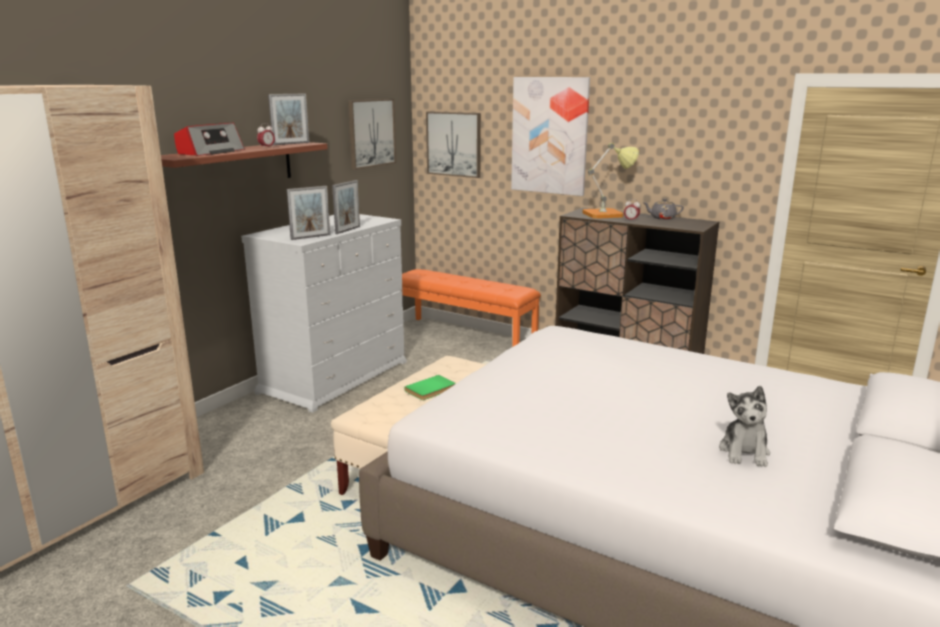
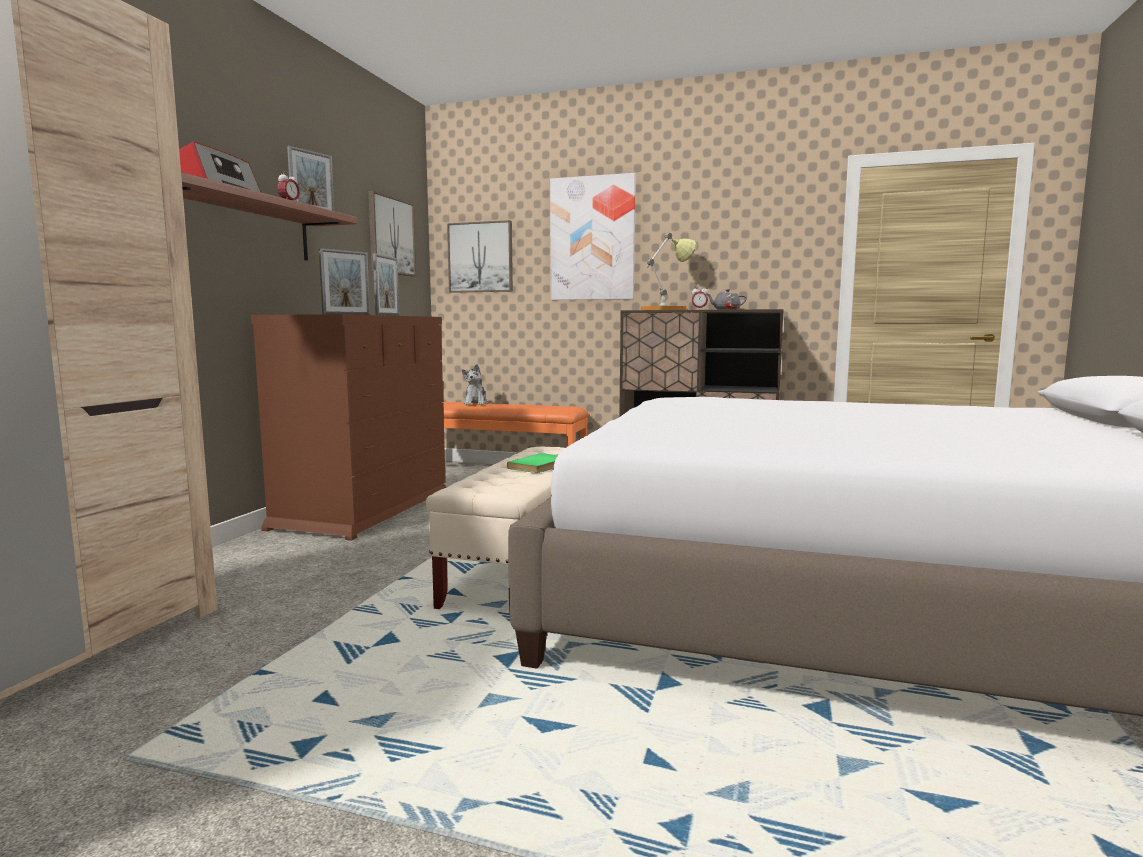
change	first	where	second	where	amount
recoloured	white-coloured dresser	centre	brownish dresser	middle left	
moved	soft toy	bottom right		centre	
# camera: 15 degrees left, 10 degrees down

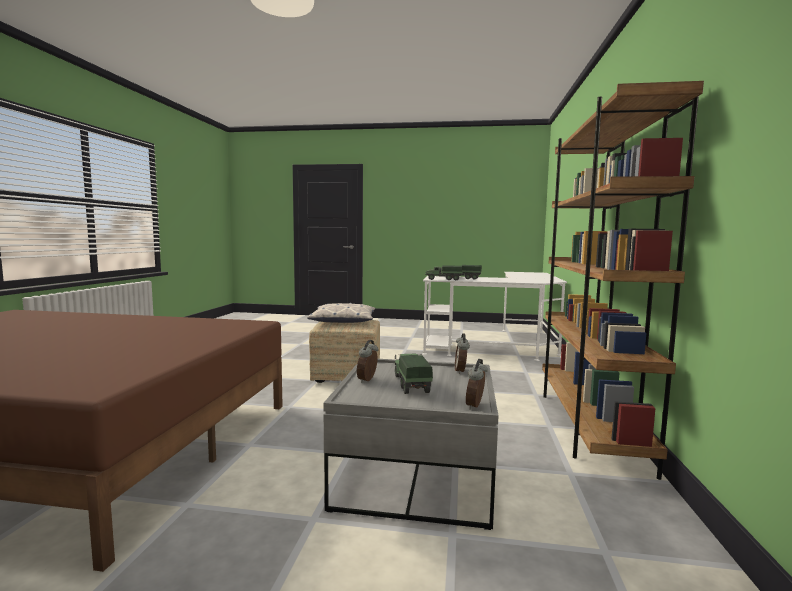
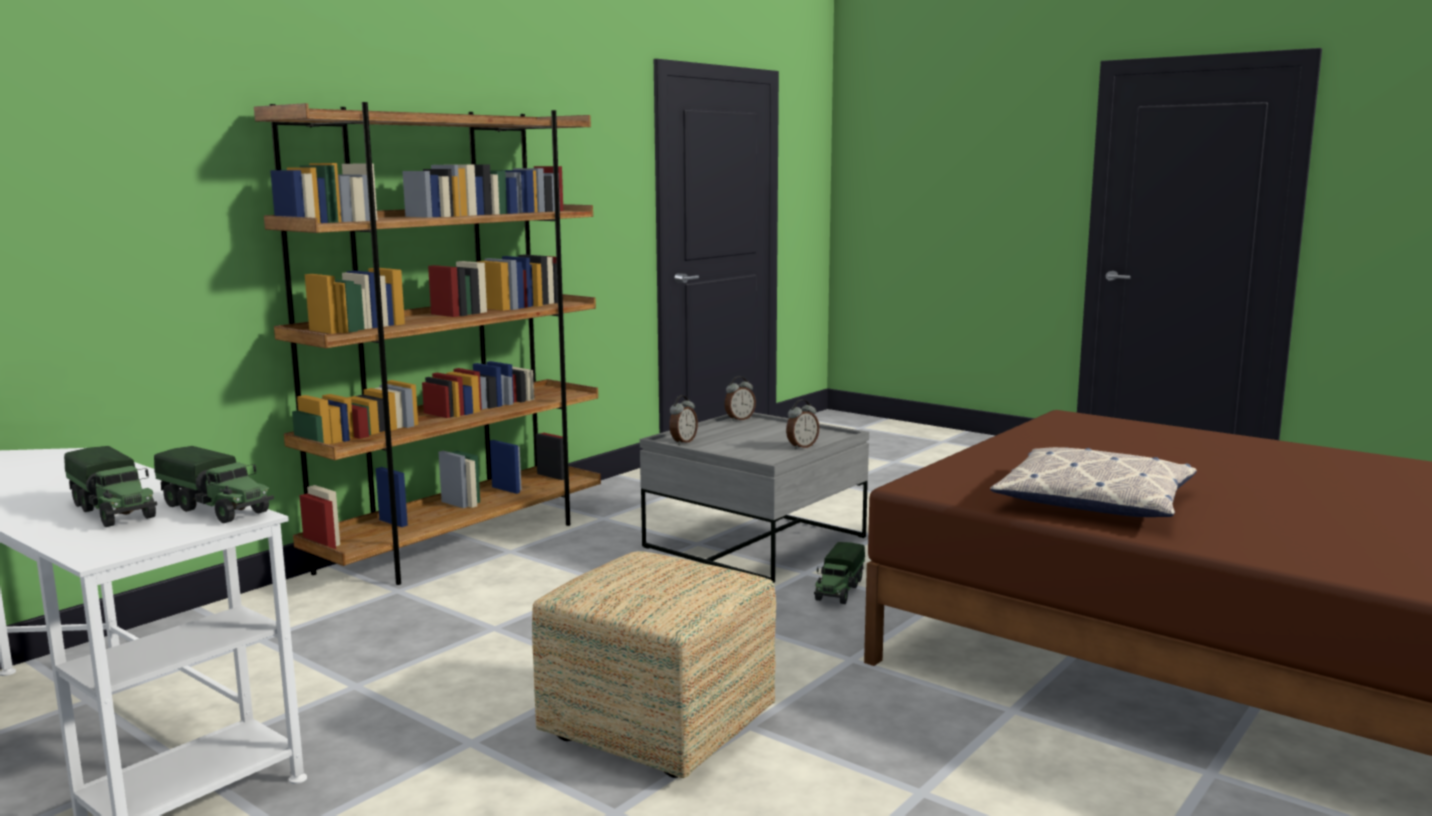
change	first	where	second	where	amount
moved	toy truck (1st from left in the first image)	centre	toy truck (3rd from left)	bottom centre	
moved	pillow	centre		middle right	
# camera: 150 degrees left, 5 degrees up

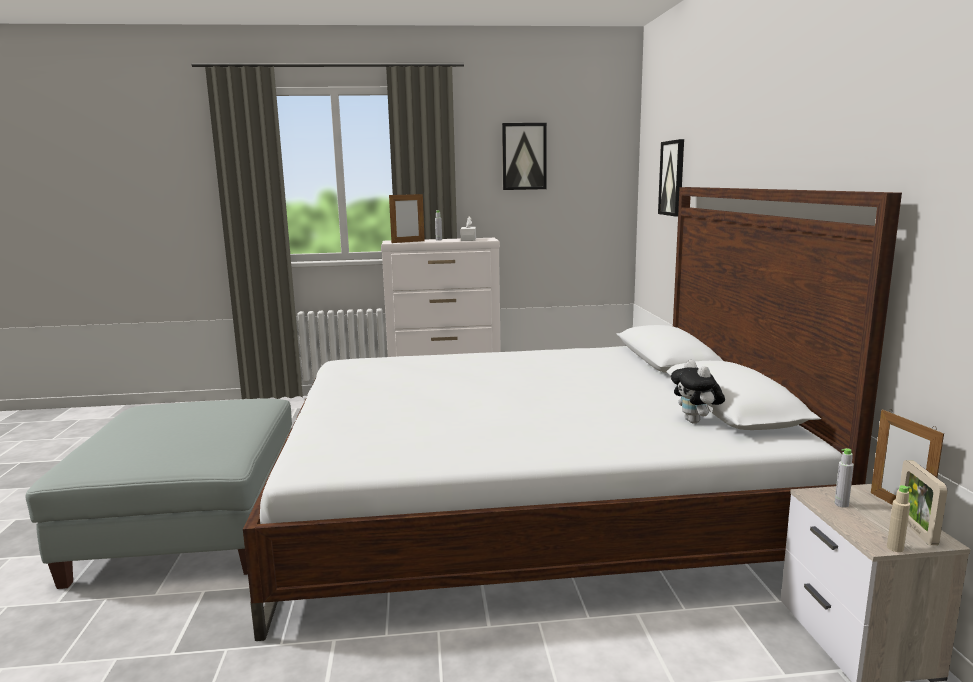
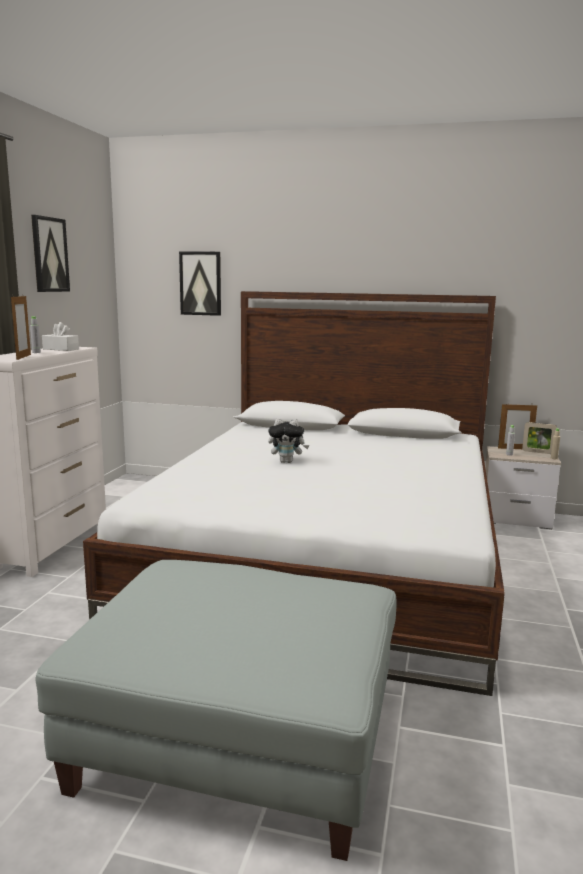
change	first	where	second	where	amount
moved	soft toy	middle right		centre	
# camera: 70 degrees left, 0 degrees up

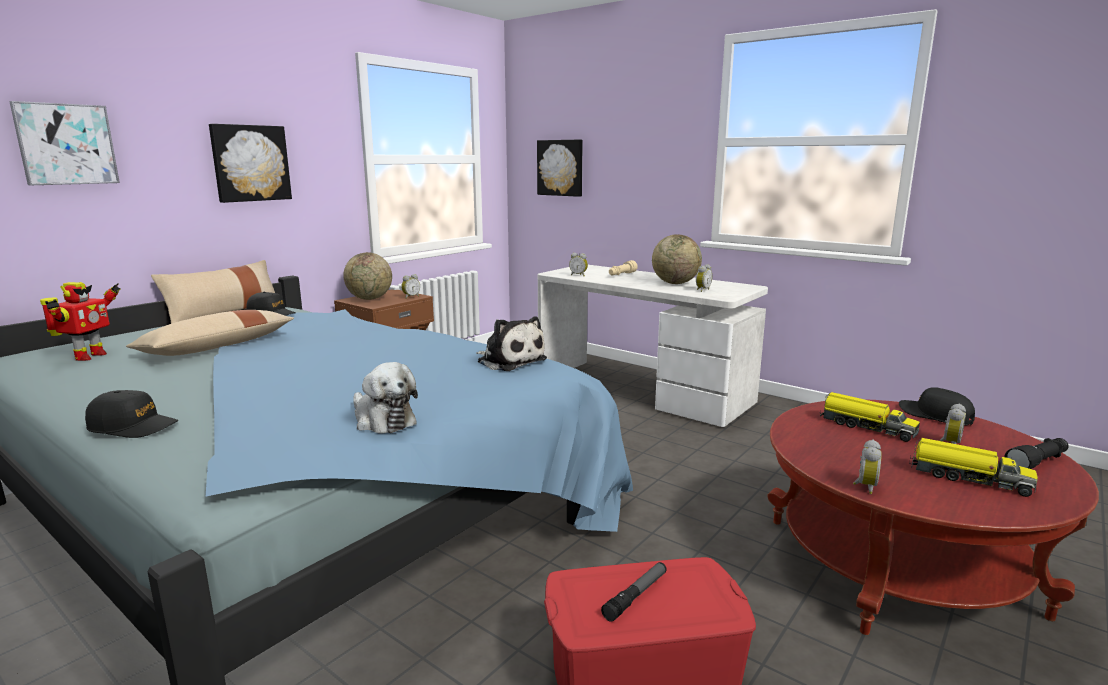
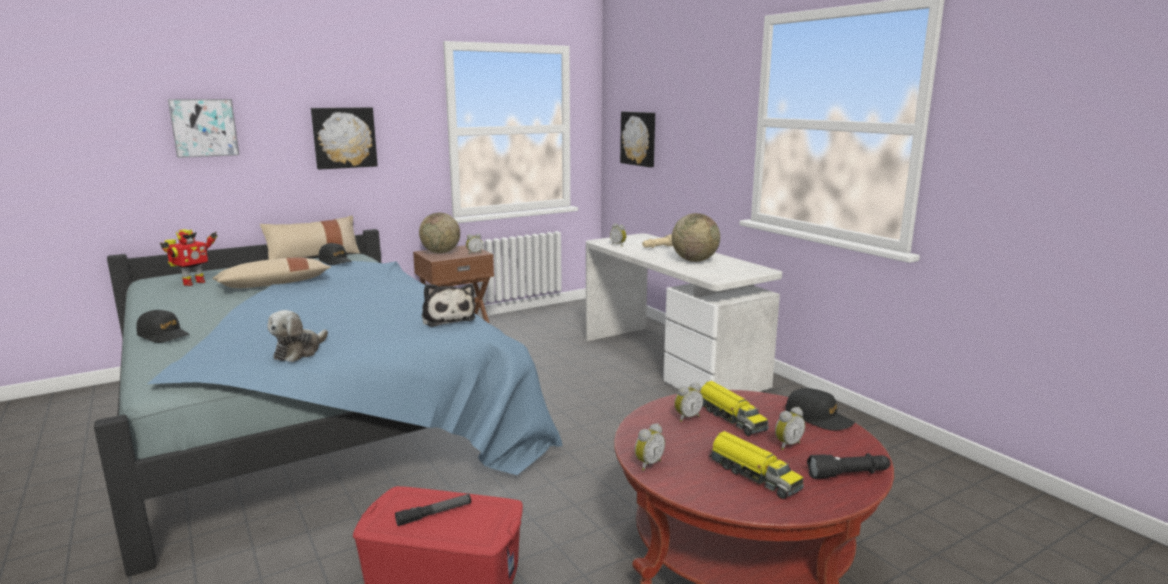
change	first	where	second	where	amount
turned	soft toy (1st from left)	centre		middle left	45 degrees clockwise
moved	table clock (3rd from left in the first image)	centre	table clock (4th from left)	bottom centre	
turned	black peaked cap (3rd from left)	middle right		bottom right	150 degrees clockwise
# camera: 20 degrees right, 0 degrees up

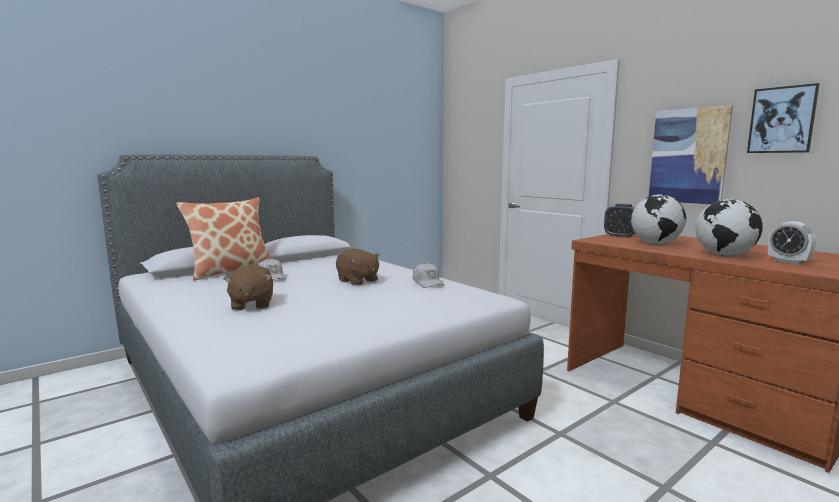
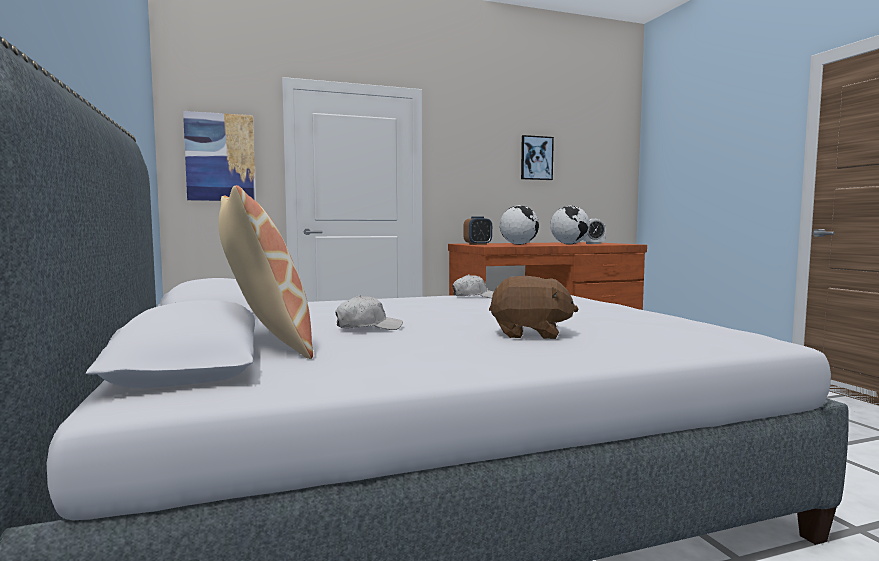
change	first	where	second	where	amount
moved	wall picture (1st from left)	top right		top left	
removed	brownish soft toy (2nd from left)	centre			
# camera: 70 degrees left, 5 degrees down

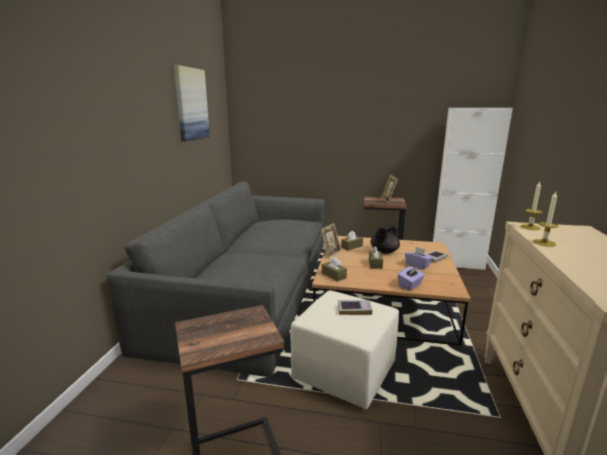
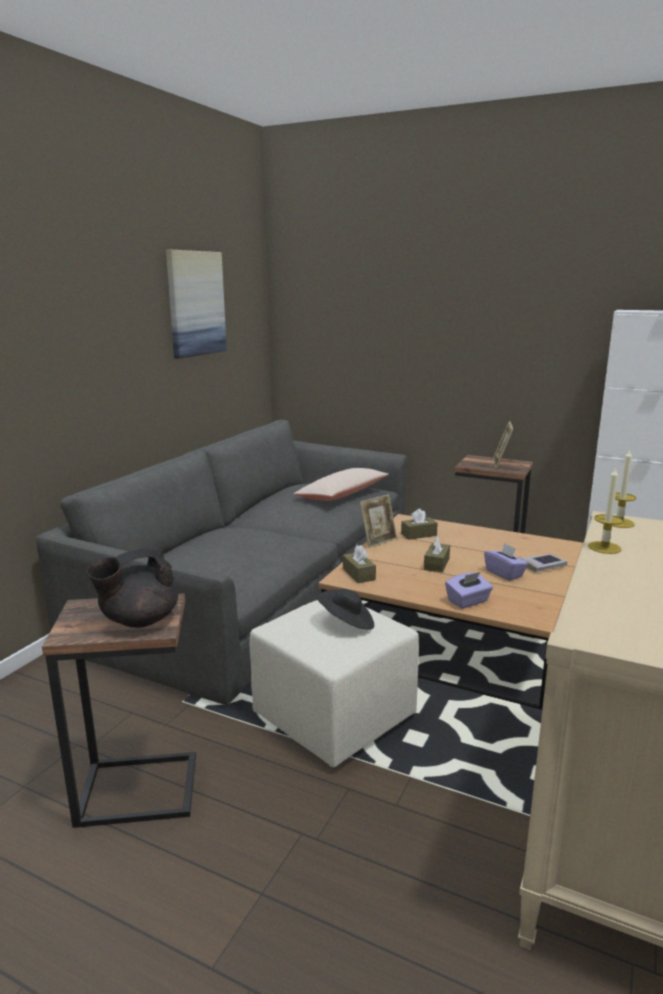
change	first	where	second	where	amount
moved	black tea pot	centre		middle left	
added			beige pillow	centre	
replaced	volume (1st from left)	bottom centre	black hat	centre	
# camera: 15 degrees right, 0 degrees up

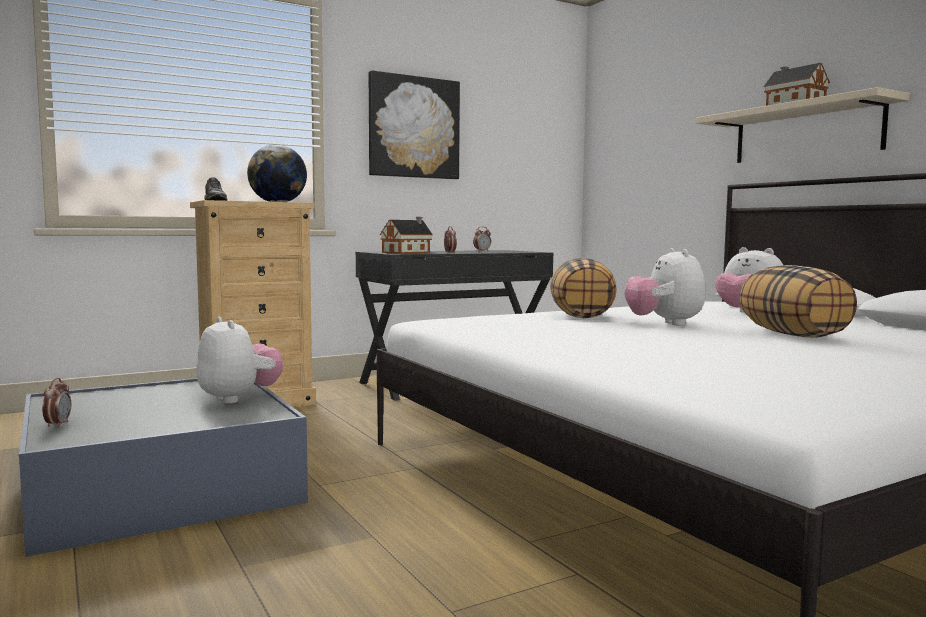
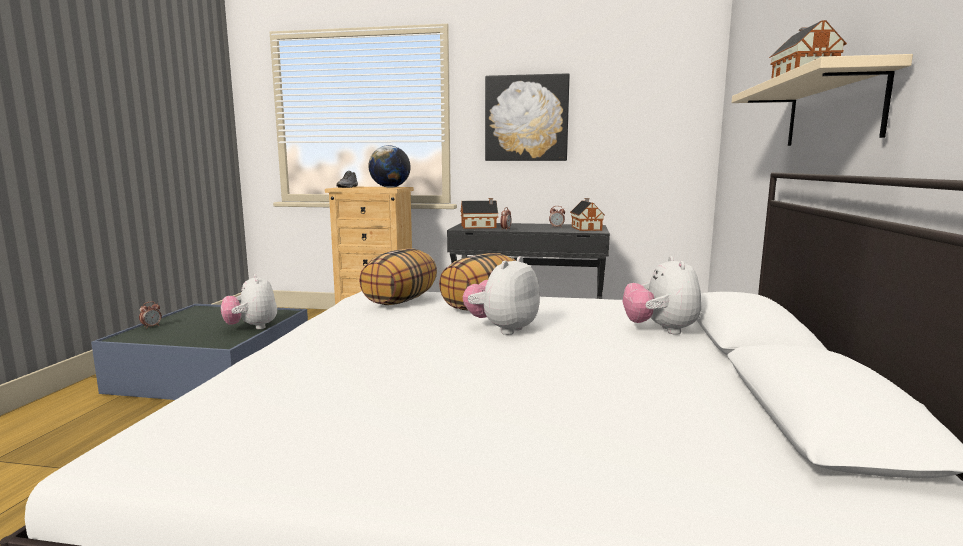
change	first	where	second	where	amount
turned	soft toy (1st from left)	middle left		middle left	150 degrees clockwise
moved	pillow (2nd from left in the first image)	middle right	pillow (1st from left)	centre	
added			model house (2nd from left)	centre	
# camera: 40 degrees right, 5 degrees up

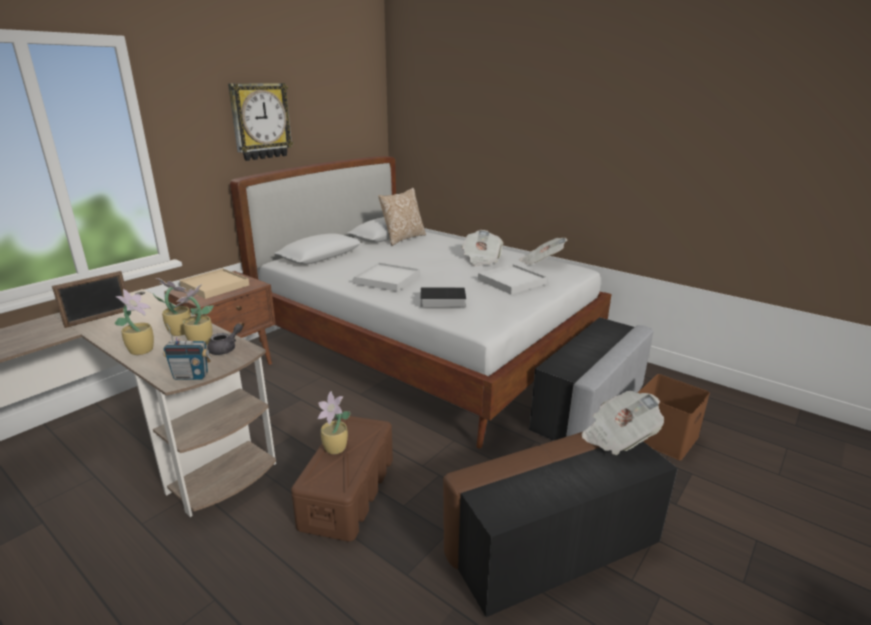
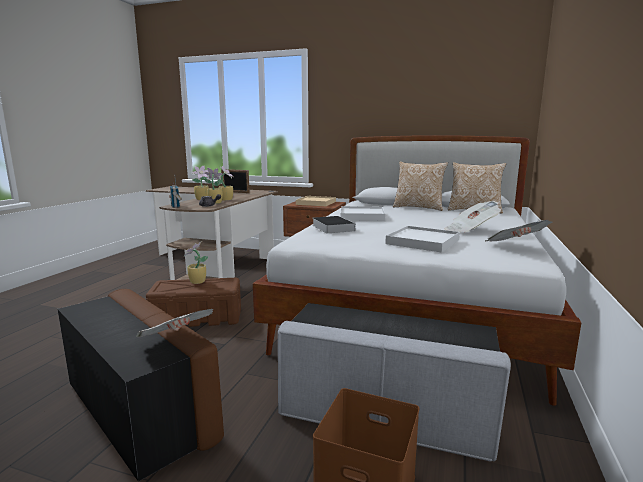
change	first	where	second	where	amount
added			pillow (1st from left)	centre	
removed	clock on the wall	top left			
# camera: 70 degrees right, 10 degrees down

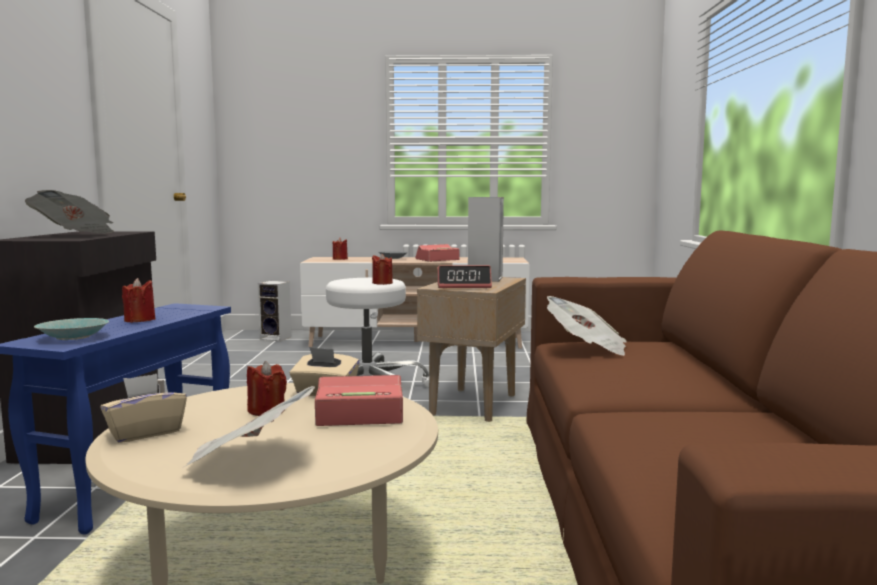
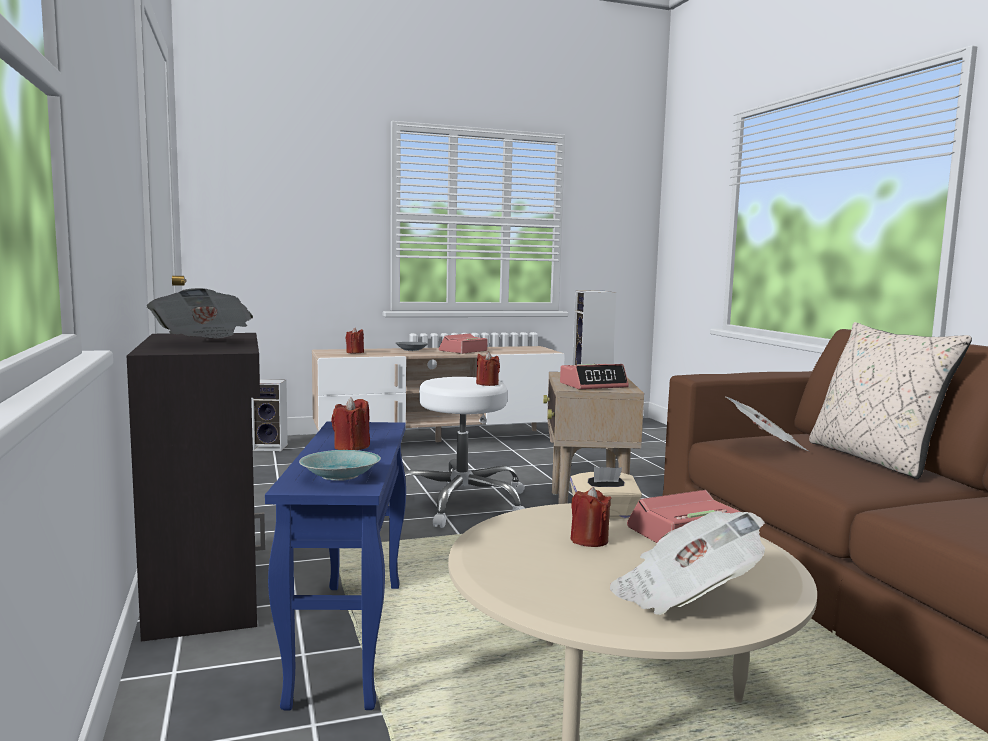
change	first	where	second	where	amount
added			beige pillow	middle right	
removed	beige tissue box (1st from left)	bottom left			
# camera: 20 degrees left, 0 degrees up

